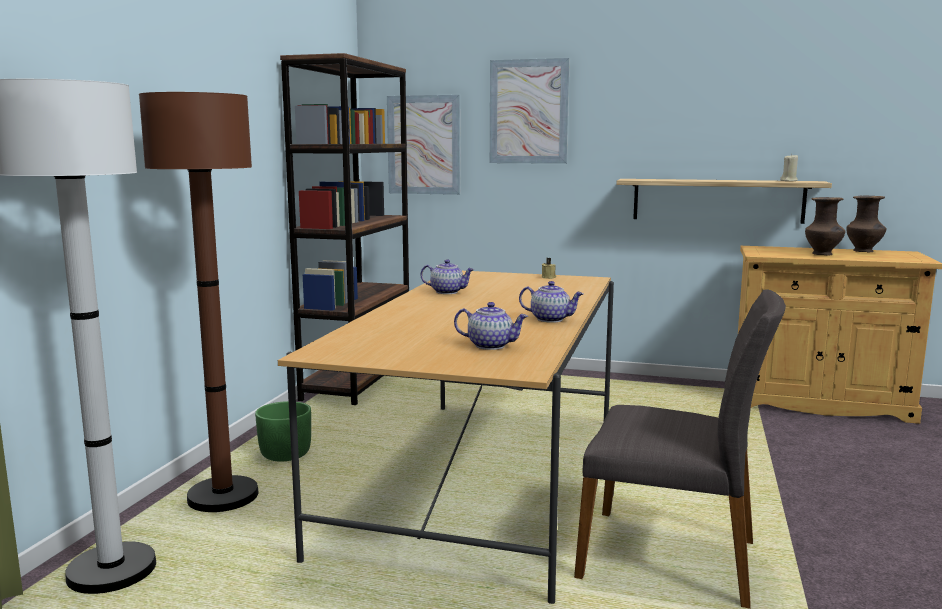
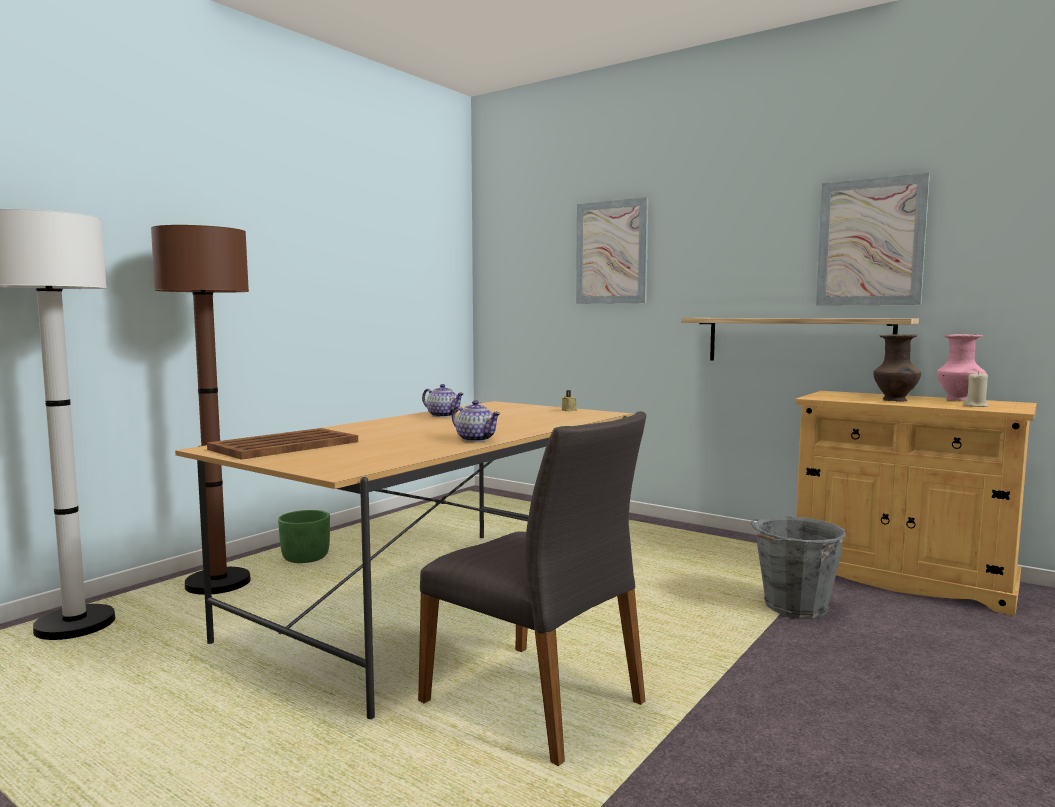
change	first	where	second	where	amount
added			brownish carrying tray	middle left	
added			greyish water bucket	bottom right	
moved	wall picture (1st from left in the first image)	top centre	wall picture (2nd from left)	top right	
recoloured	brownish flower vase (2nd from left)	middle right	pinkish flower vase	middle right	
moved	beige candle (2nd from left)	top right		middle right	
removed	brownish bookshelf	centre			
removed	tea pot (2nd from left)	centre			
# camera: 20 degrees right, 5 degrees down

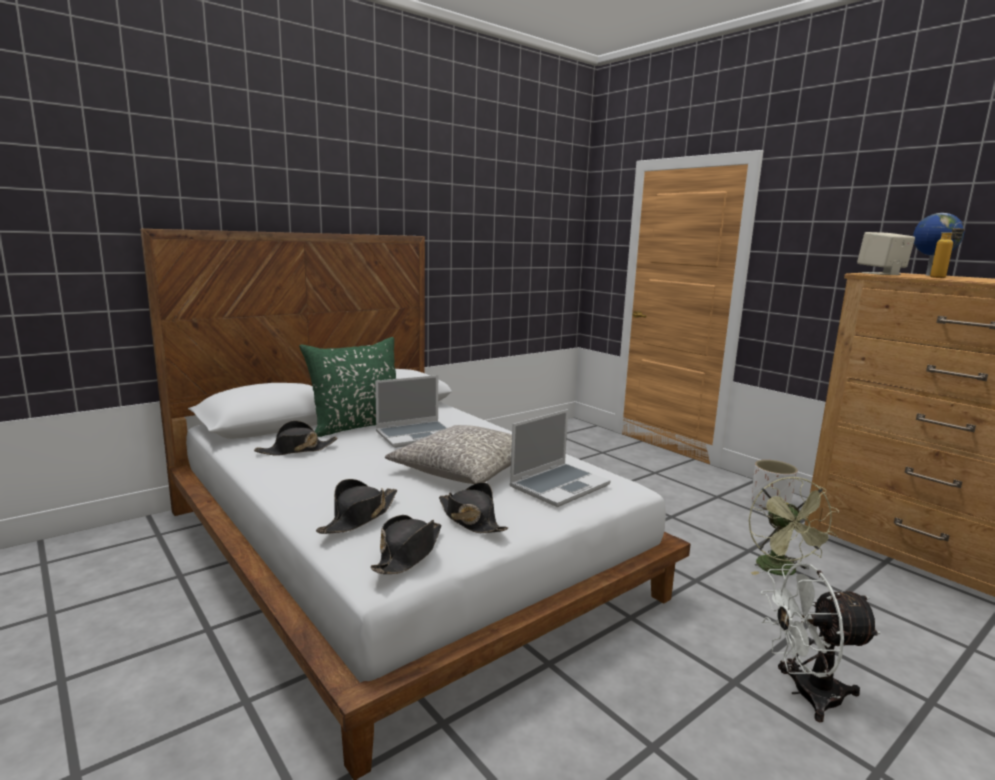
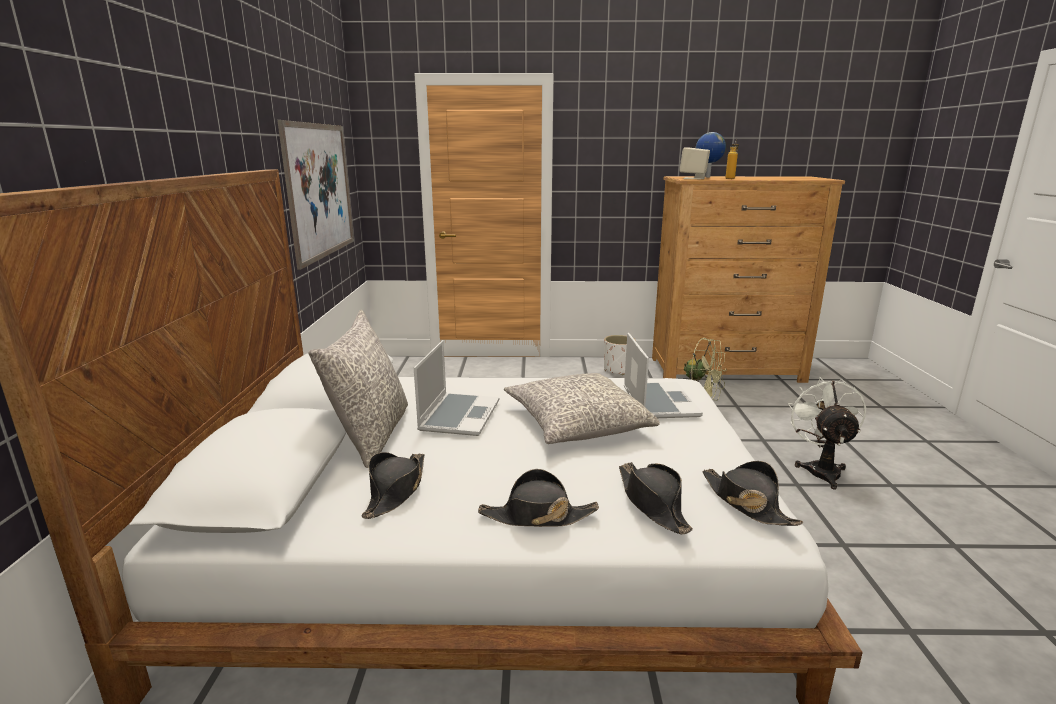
change	first	where	second	where	amount
added			wall picture	top left	
recoloured	green-coloured pillow	centre	greyish pillow (1st from left)	centre	
moved	black hat (4th from left in the first image)	centre	black hat (2nd from left)	bottom centre	
turned	white-coloured cooling fan	bottom right		middle right	150 degrees clockwise
# camera: 50 degrees left, 5 degrees up

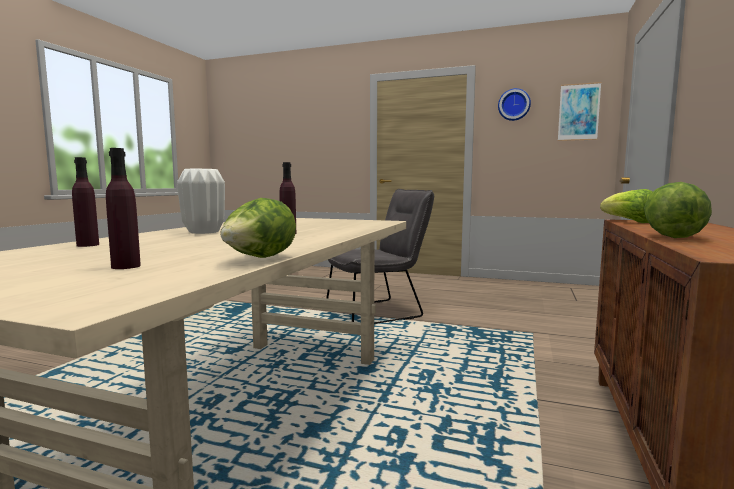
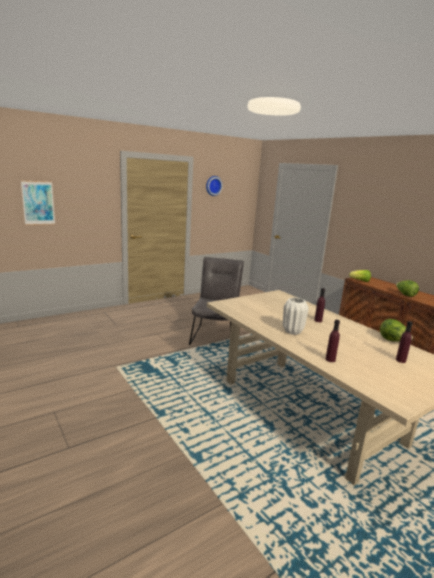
change	first	where	second	where	amount
moved	wall picture	top right		middle left	
# camera: 55 degrees left, 10 degrees up

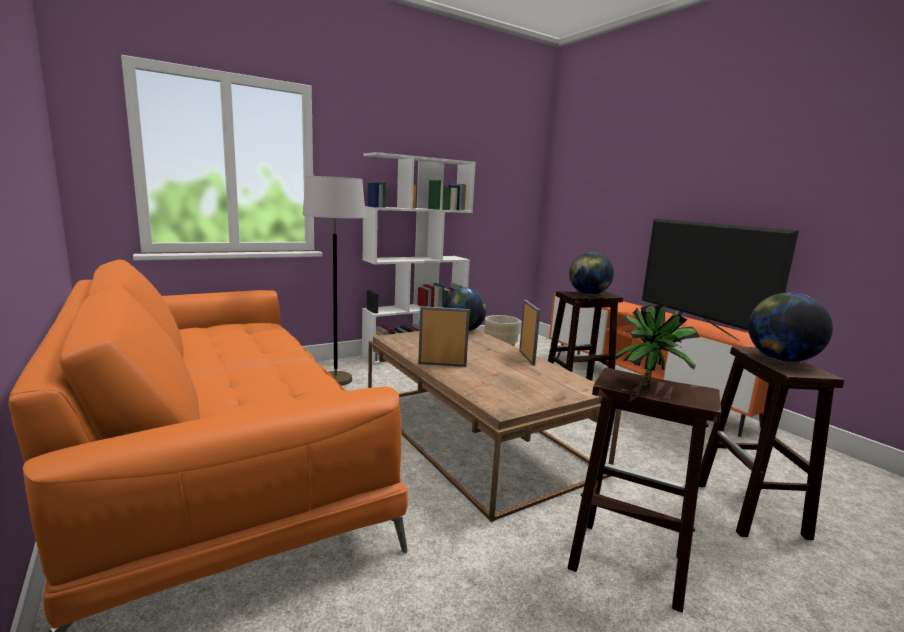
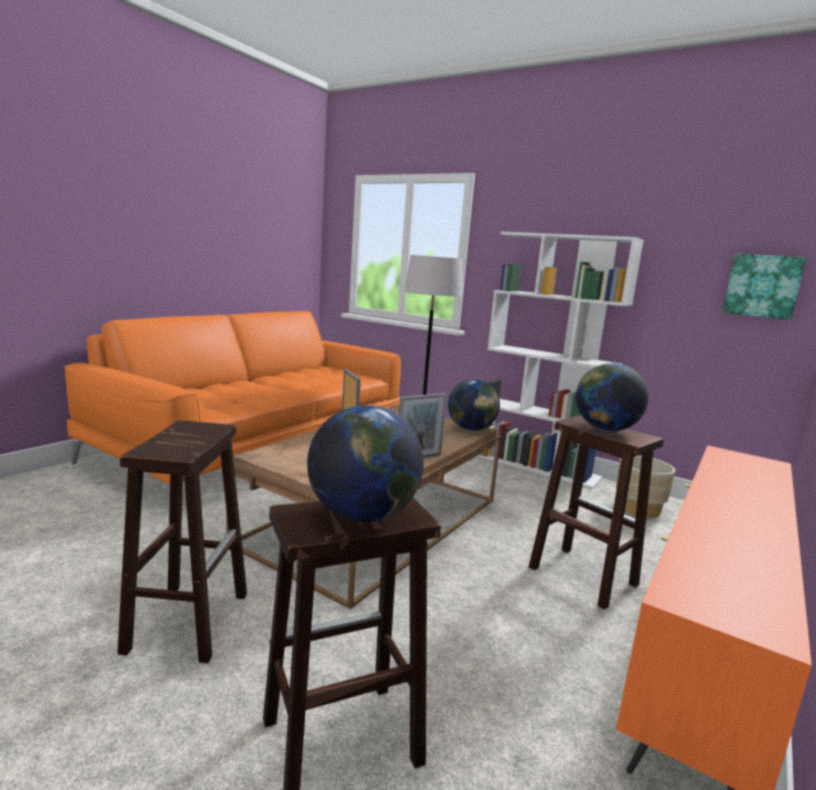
change	first	where	second	where	amount
added			wall picture	middle right	
removed	houseplant	middle right			
removed	television	middle right			
# camera: 65 degrees right, 0 degrees up

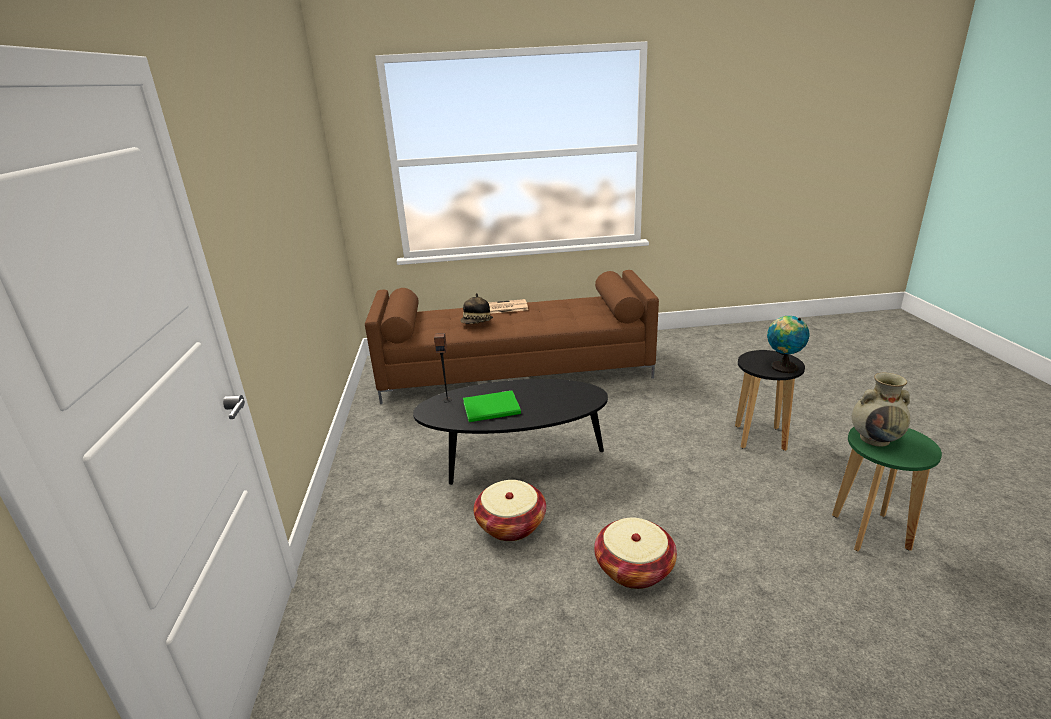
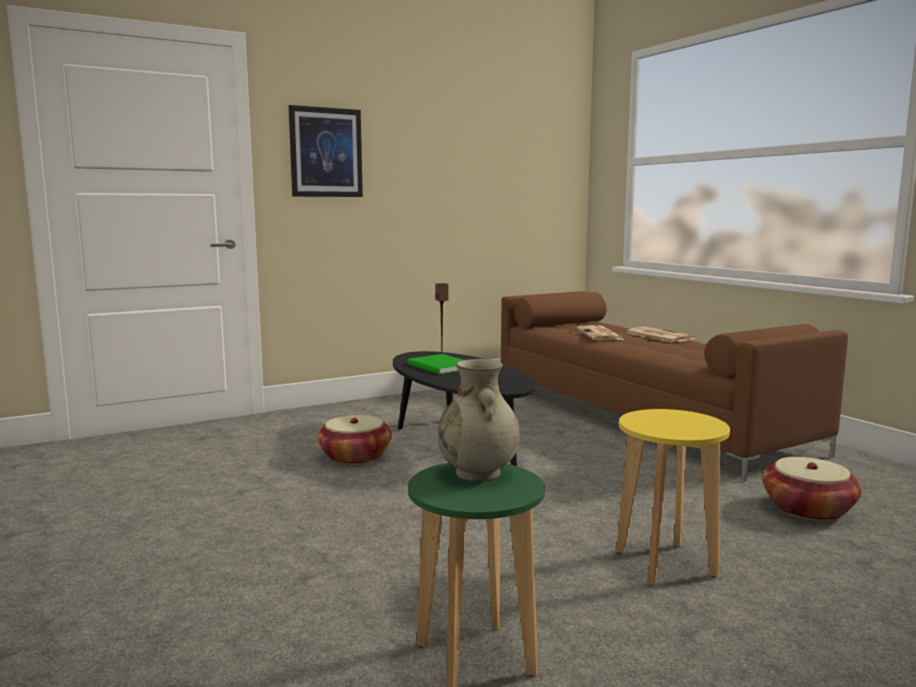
change	first	where	second	where	amount
added			wall picture	top centre	
replaced	hat	centre	printed paper (1st from left)	centre	
recoloured	black stool seat	middle right	yellowish stool seat	bottom right	
moved	basket (2nd from left)	bottom centre		bottom right	
removed	globe	middle right			
# camera: 65 degrees right, 15 degrees down

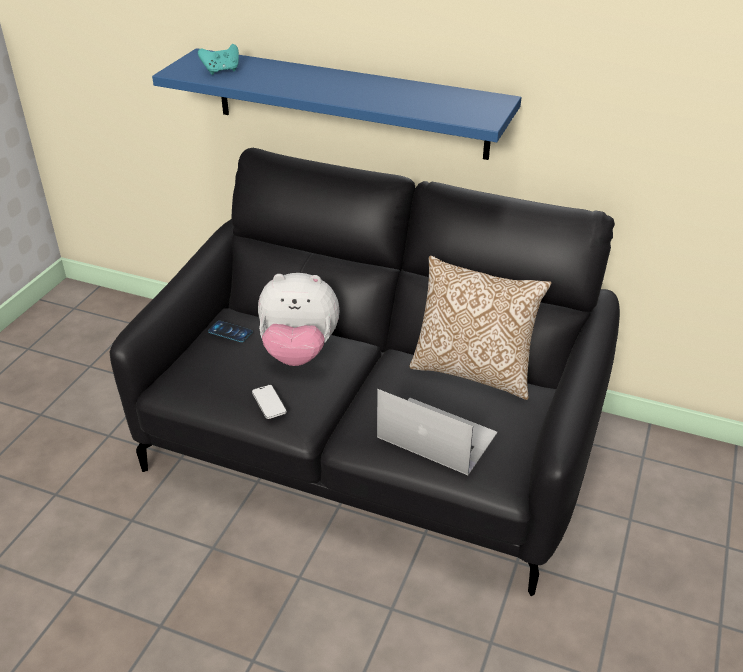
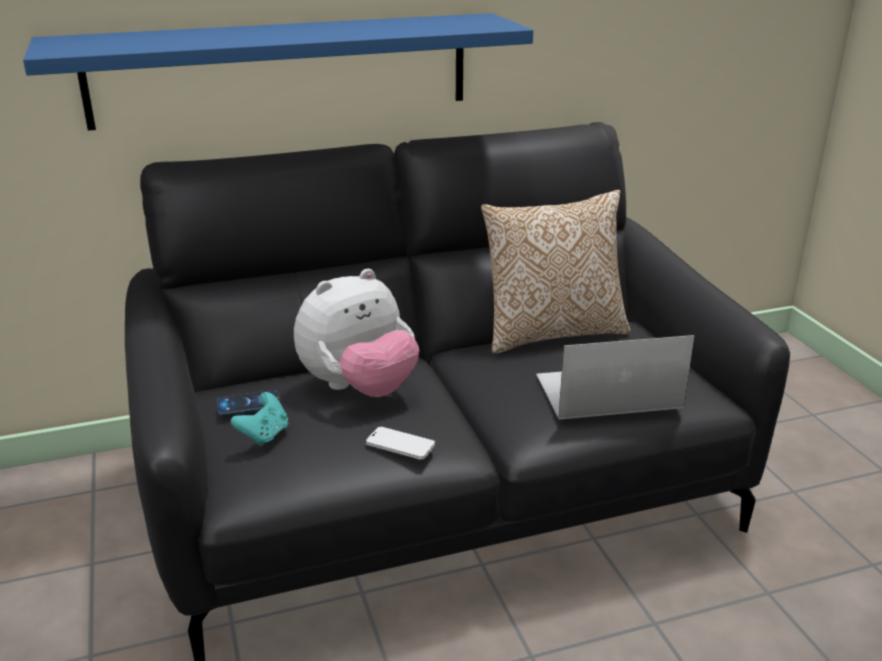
change	first	where	second	where	amount
moved	blue-green joypad	top left		middle left	
# camera: 40 degrees left, 10 degrees down

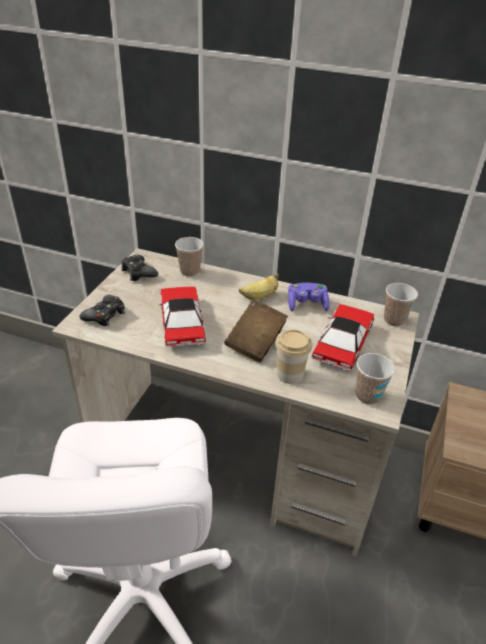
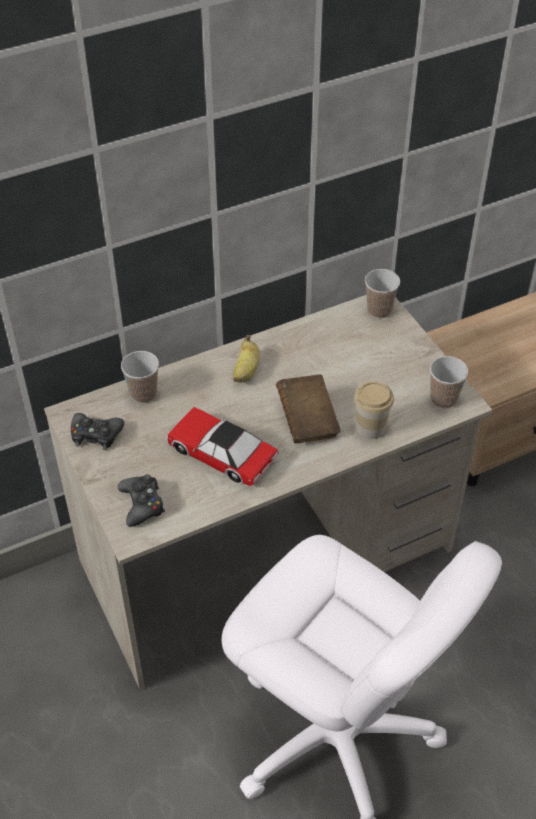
change	first	where	second	where	amount
removed	purple joypad	centre			
removed	model car (2nd from left)	middle right			
# camera: 45 degrees left, 10 degrees up

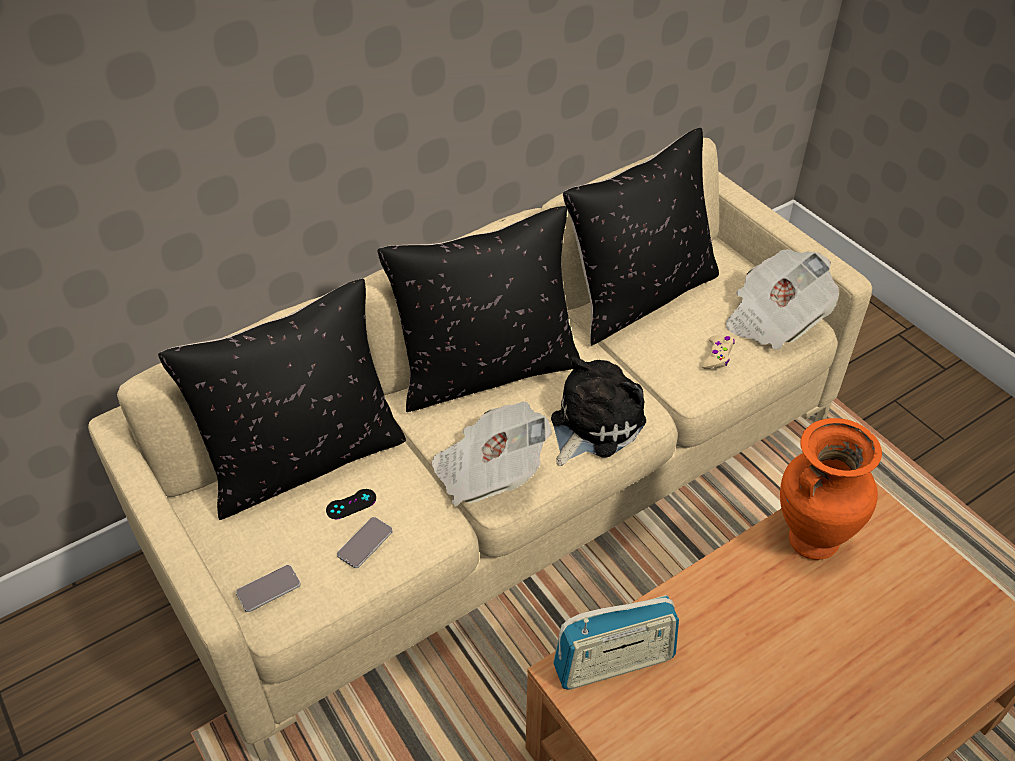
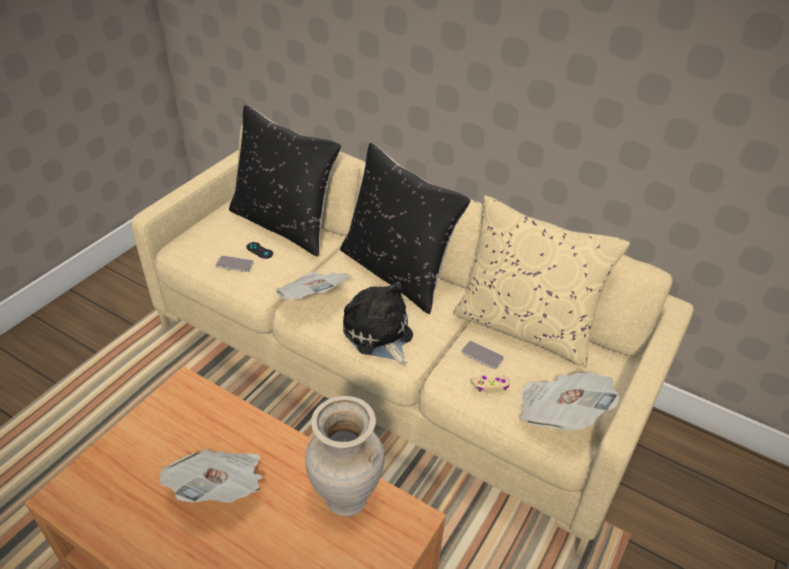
change	first	where	second	where	amount
added			printed paper (1st from left)	bottom left	
recoloured	orangey flower vase	middle right	beige flower vase	bottom centre	
turned	soft toy	centre		centre	135 degrees counterclockwise
recoloured	black pillow (3rd from left)	top centre	beige pillow	middle right	
moved	telephone (1st from left in the first image)	bottom left	telephone (2nd from left)	centre	
removed	radio	bottom centre			
# camera: 65 degrees right, 5 degrees down

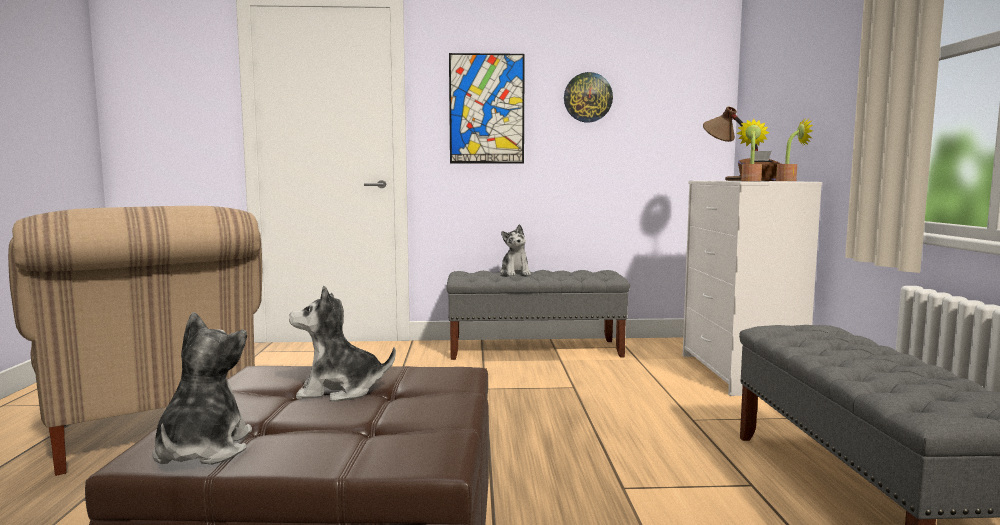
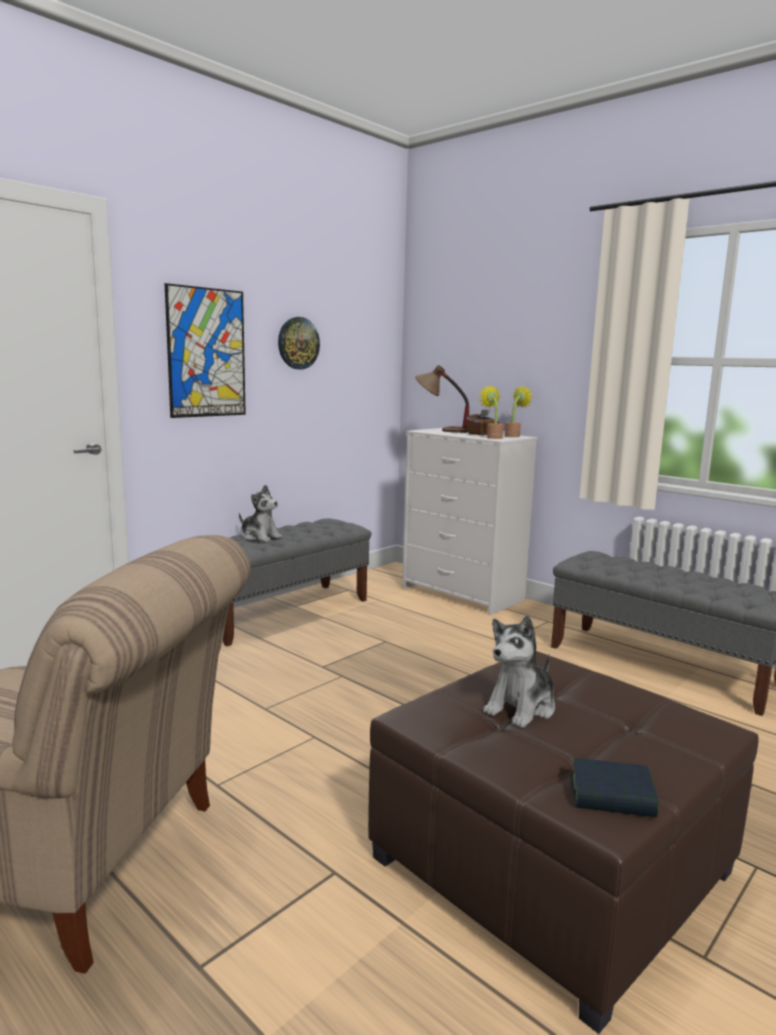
change	first	where	second	where	amount
replaced	soft toy (1st from left)	bottom left	volume	bottom right	
# camera: 45 degrees left, 5 degrees up

